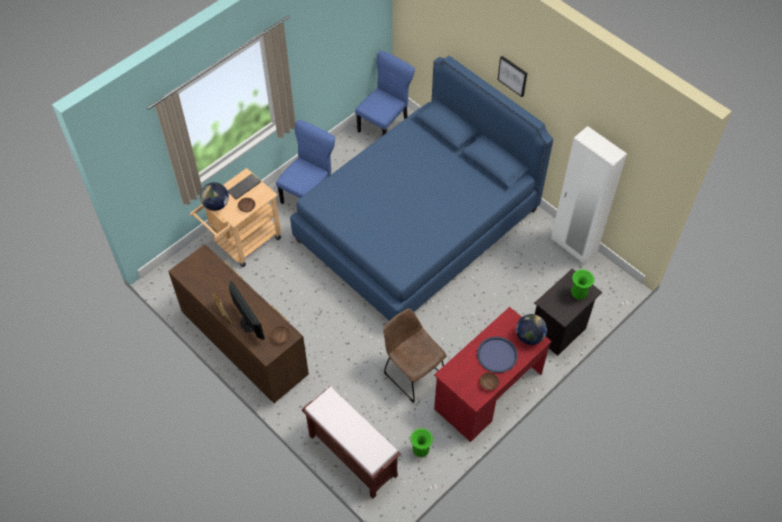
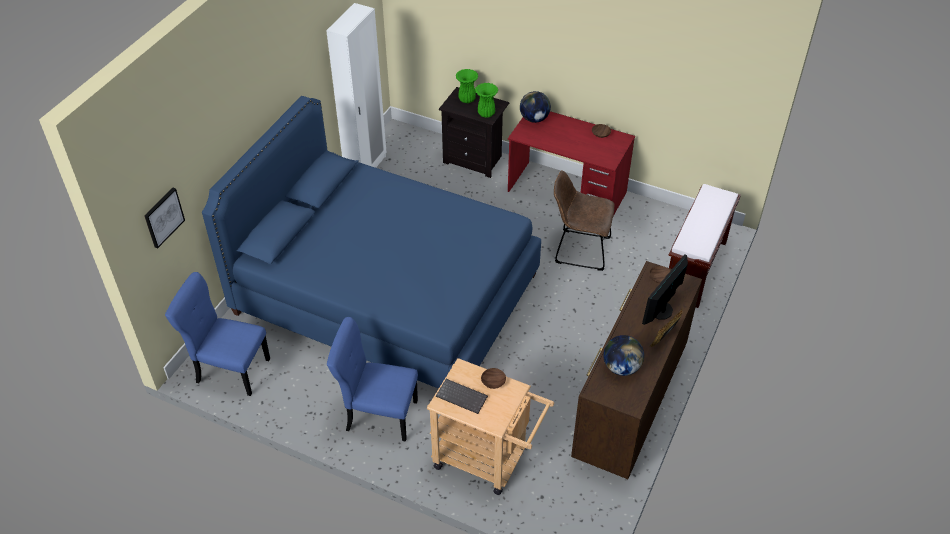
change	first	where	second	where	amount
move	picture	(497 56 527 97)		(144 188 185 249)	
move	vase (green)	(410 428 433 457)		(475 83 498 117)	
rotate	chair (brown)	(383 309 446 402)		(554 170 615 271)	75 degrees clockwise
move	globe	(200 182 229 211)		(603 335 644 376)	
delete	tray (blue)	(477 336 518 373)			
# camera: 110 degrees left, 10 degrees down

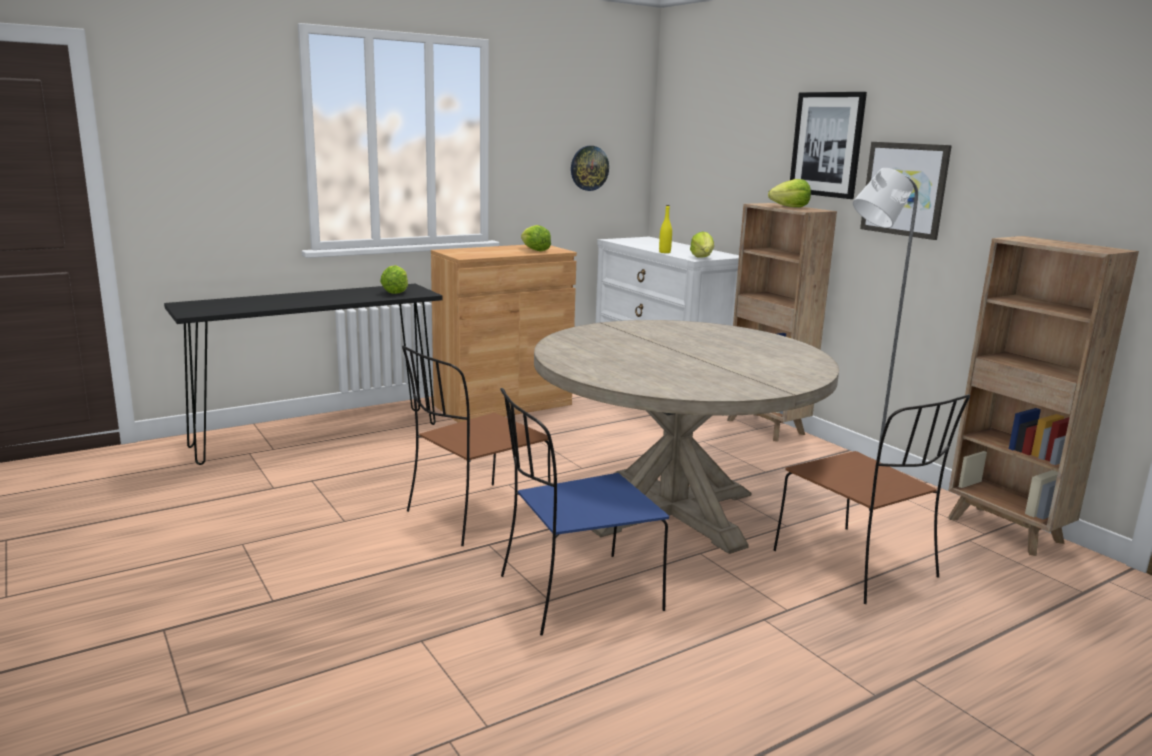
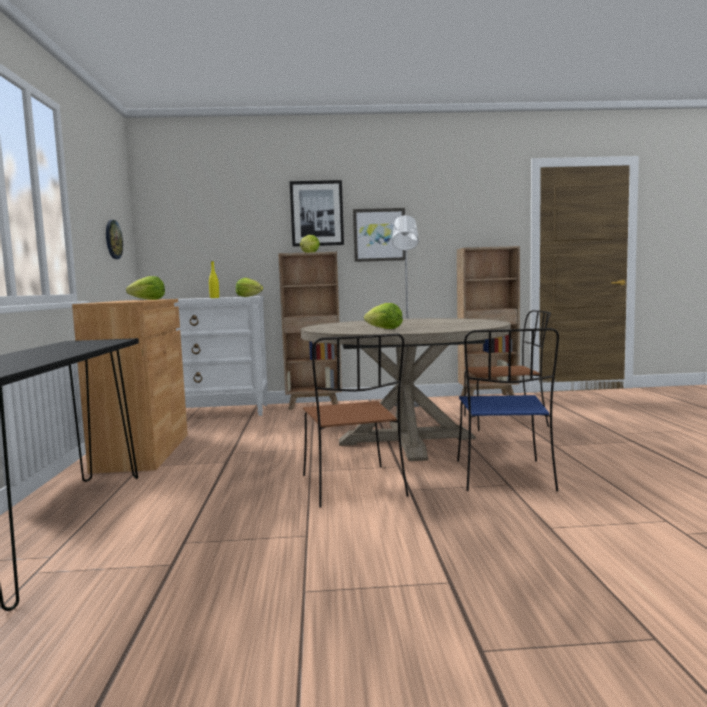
change	first	where	second	where	amount
move	lettuce	(380 265 408 294)		(364 303 403 329)	
# camera: 60 degrees left, 10 degrees down

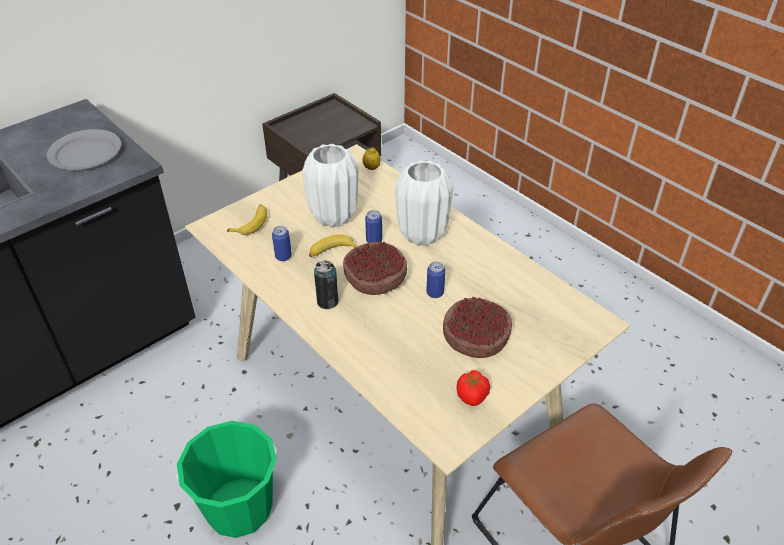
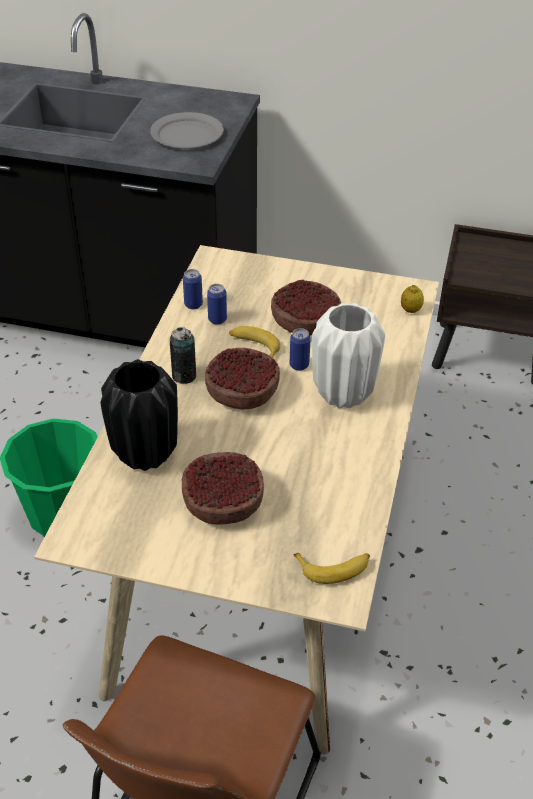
change	first	where	second	where	amount
insert			vase (black)	(100 359 178 471)	
move	can	(426 261 445 298)		(183 269 203 309)	
replace	vase (white)	(302 144 358 228)	bowl	(271 280 341 335)	
move	banana	(227 204 267 235)		(293 553 370 584)	
delete	tomato	(457 370 490 406)			
# camera: 55 degrees right, 0 degrees up

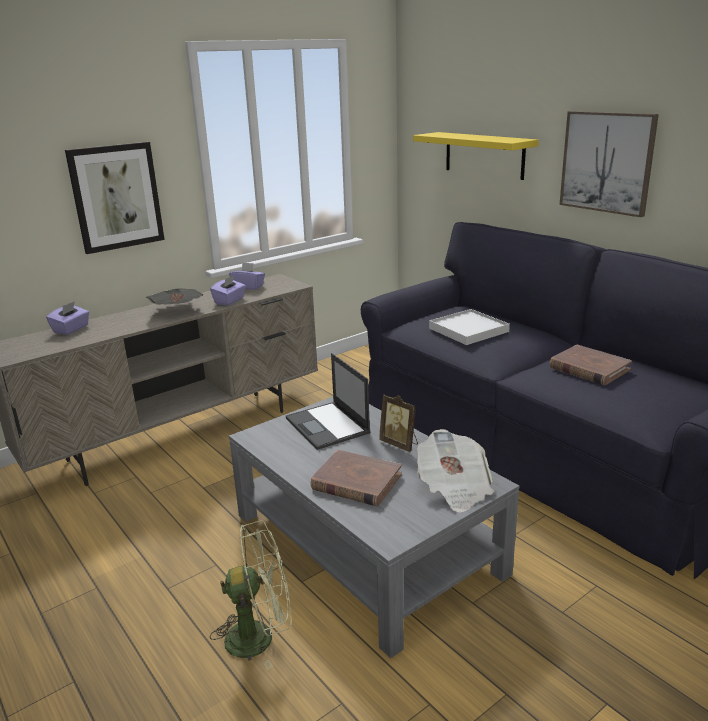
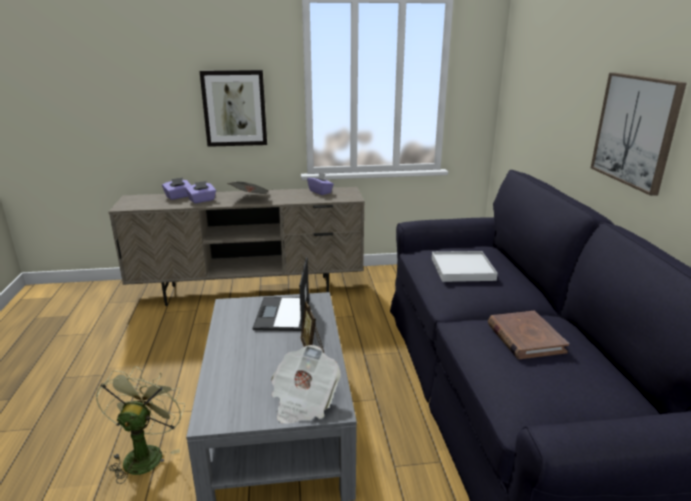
change	first	where	second	where	amount
rotate	fan (green)	(210 520 292 670)		(96 366 185 484)	105 degrees counterclockwise
move	tissue box (purple)	(210 275 246 305)		(186 181 216 203)	
delete	book (brown)	(310 450 402 506)			
delete	shelf (yellow)	(413 132 539 180)			
# camera: 30 degrees right, 0 degrees up

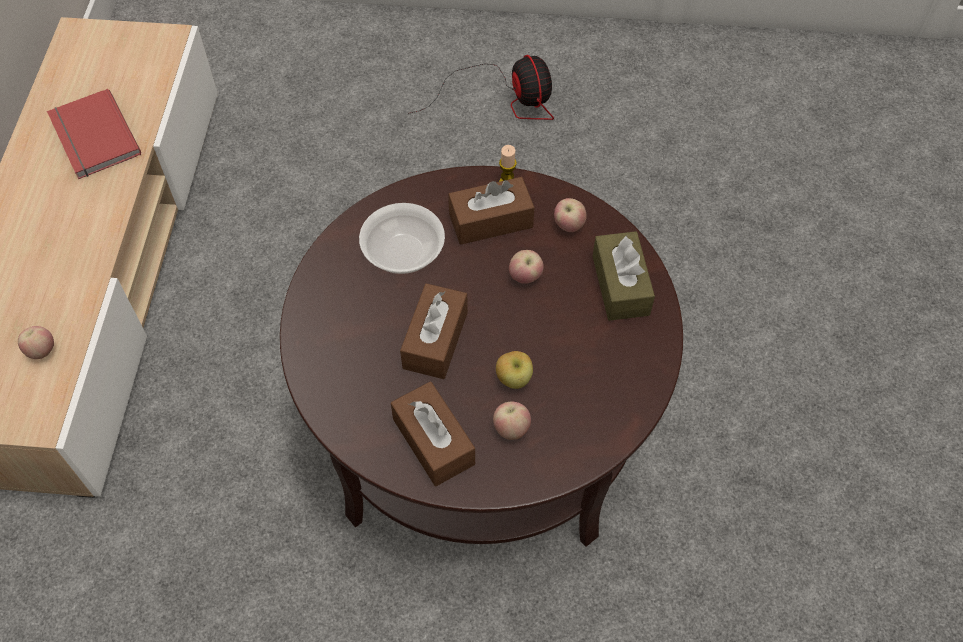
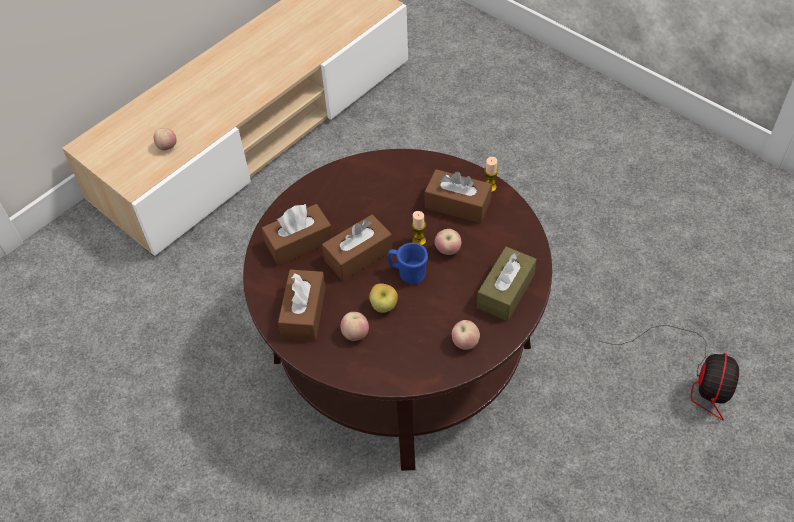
change	first	where	second	where	amount
insert			tissue box (brown)	(262 204 333 266)	
insert			mug (blue)	(387 243 428 284)	
insert			candle	(412 211 426 245)	
move	apple	(554 198 587 232)		(452 320 480 350)	
move	fan	(408 55 554 120)		(600 325 739 420)	
delete	book (red)	(47 89 141 179)			
delete	bowl	(359 203 445 274)			
# camera: 40 degrees right, 5 degrees down

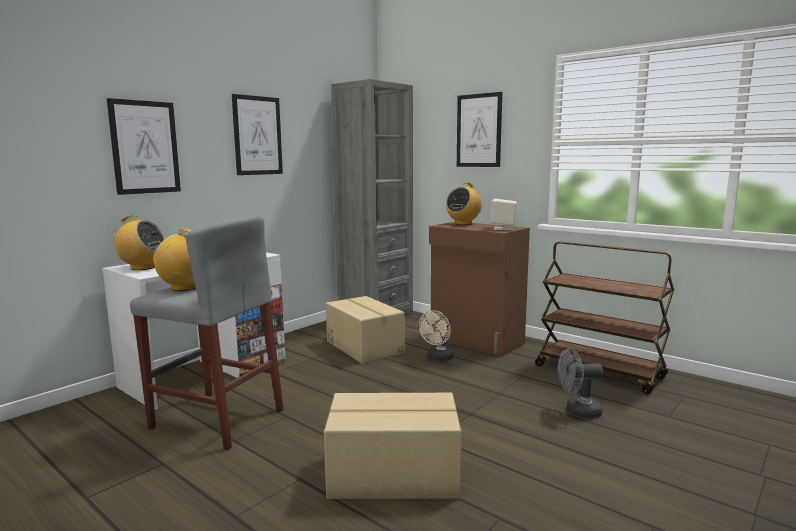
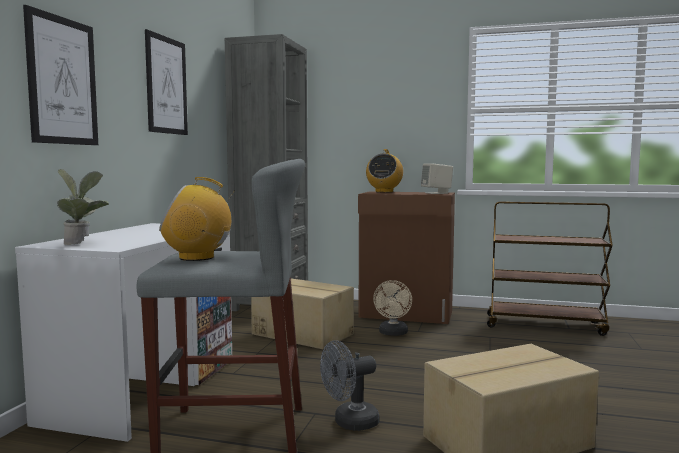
change	first	where	second	where	amount
replace	radio	(108 215 165 270)	potted plant	(57 169 109 245)	
move	fan (grey)	(558 348 603 418)		(320 340 379 431)	
delete	picture	(457 92 502 167)			
# camera: 25 degrees left, 5 degrees down

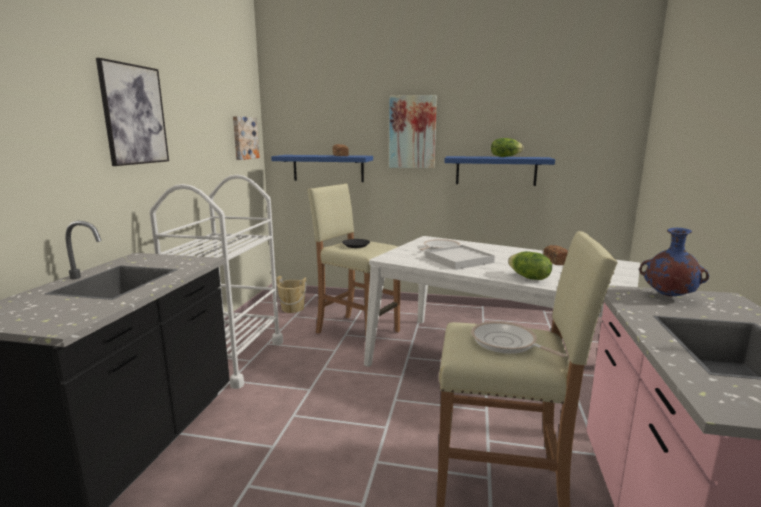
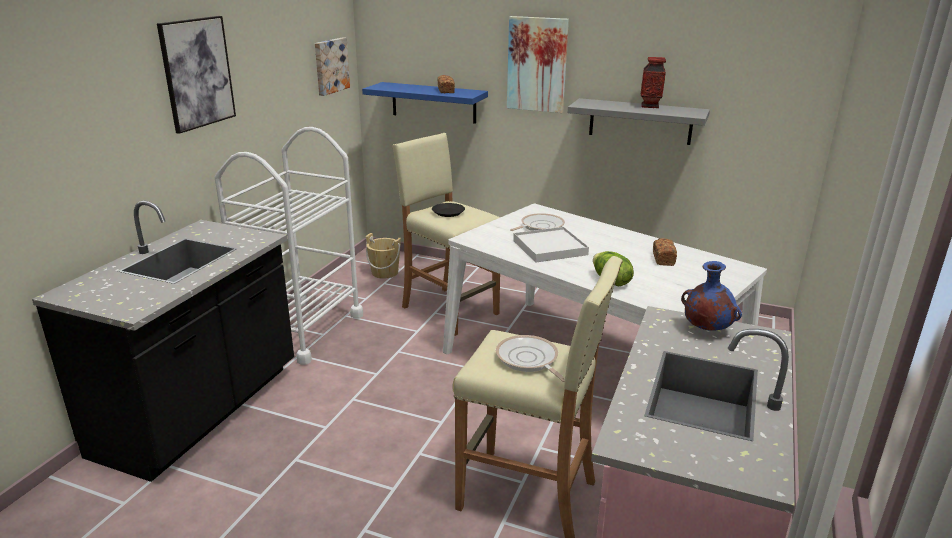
change	first	where	second	where	amount
recolor	shelf (blue)	(444 156 555 186)	shelf (grey)	(568 98 710 145)	
replace	lettuce	(491 138 523 157)	vase	(641 57 666 108)	
# camera: 10 degrees right, 10 degrees up

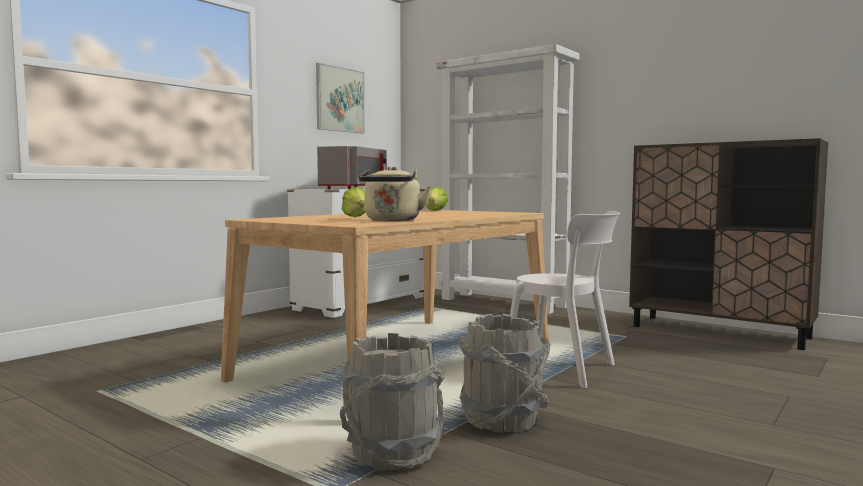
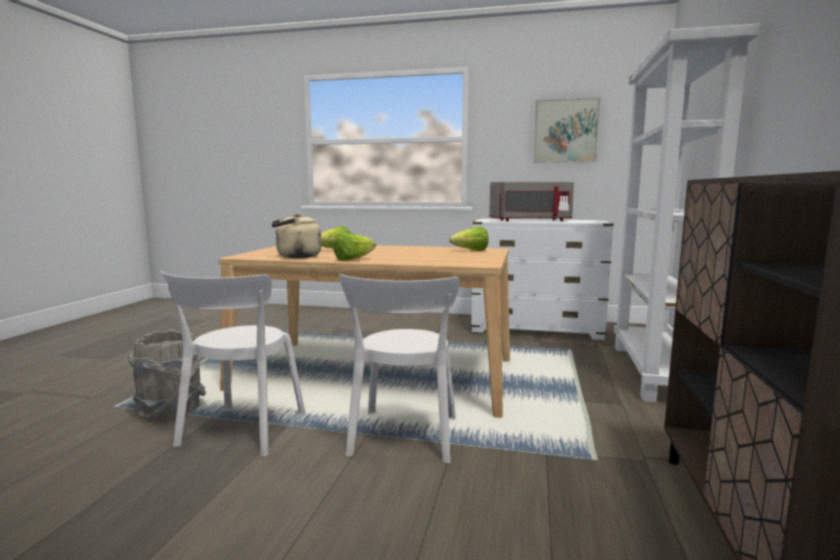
change	first	where	second	where	amount
replace	bucket (grey)	(459 314 551 433)	chair (white)	(161 271 305 456)	
insert			lettuce	(333 233 376 261)	
# camera: 65 degrees right, 5 degrees up

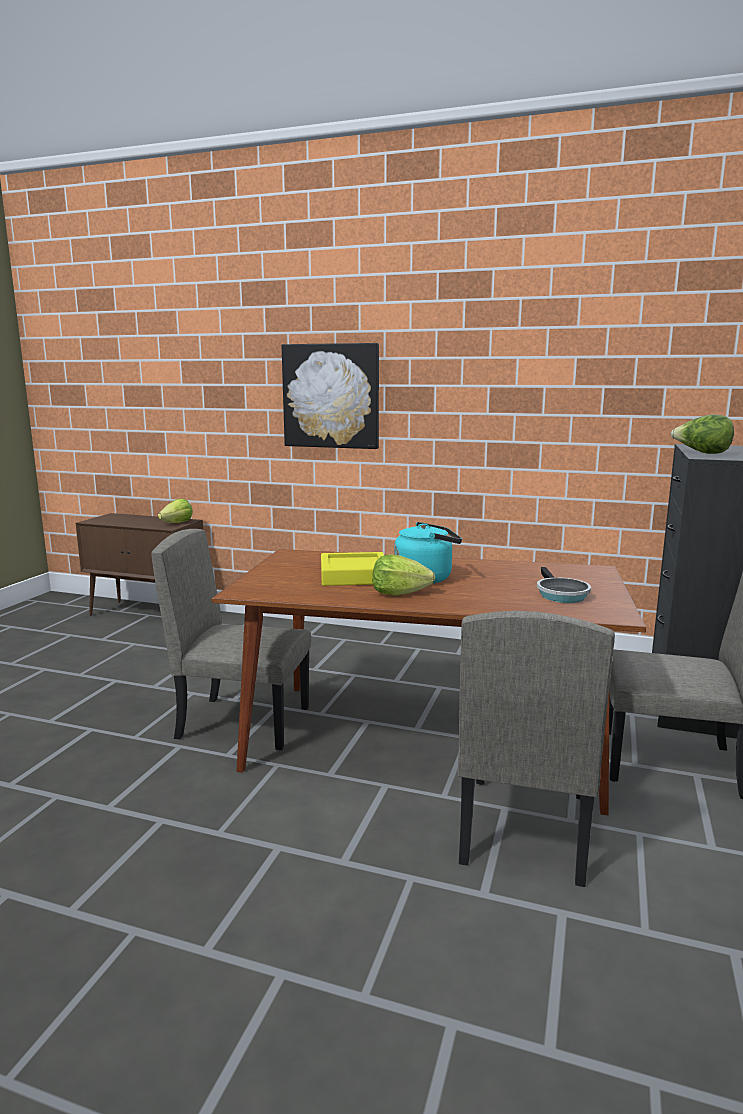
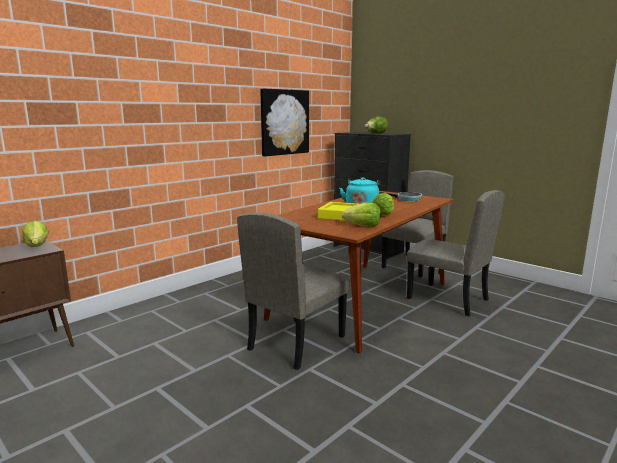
change	first	where	second	where	amount
move	picture	(281 343 379 449)		(260 88 309 156)	
insert			lettuce	(342 202 381 227)	
# camera: 65 degrees left, 0 degrees up

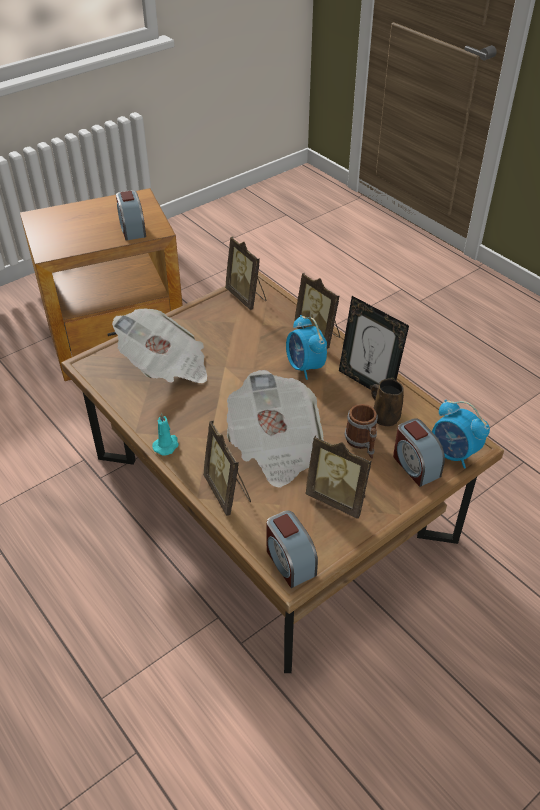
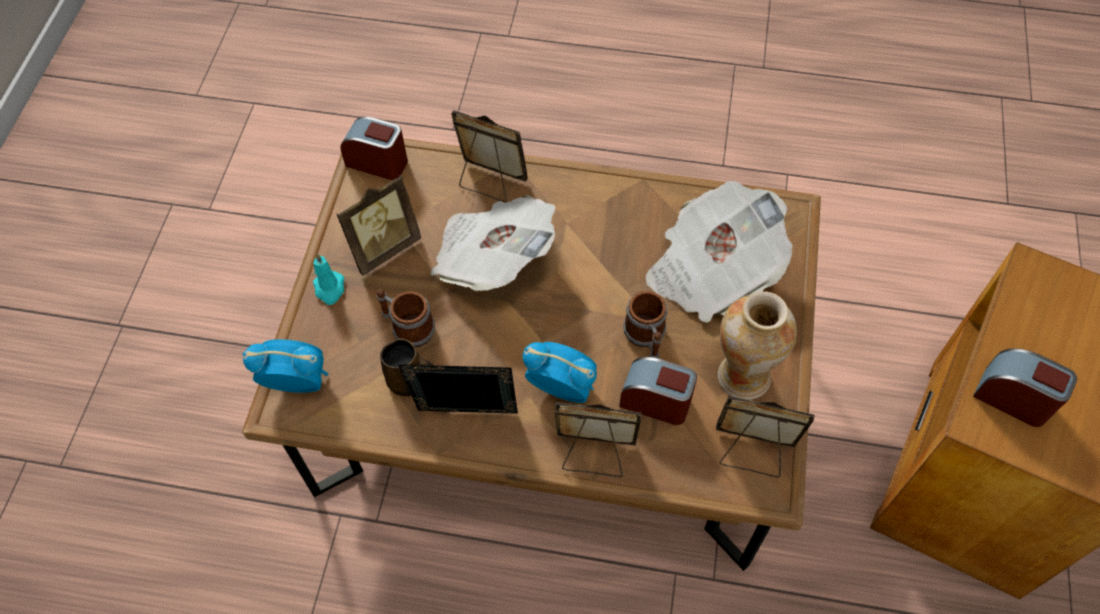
change	first	where	second	where	amount
move	candle (turquoise)	(152 412 179 456)		(313 254 344 305)	
rotate	picture frame	(305 435 372 519)		(336 174 421 276)	150 degrees clockwise
move	alarm clock	(393 418 445 487)		(619 357 697 425)	
insert			mug	(623 291 667 358)	
insert			vase	(718 291 797 400)	
# camera: 140 degrees right, 15 degrees up

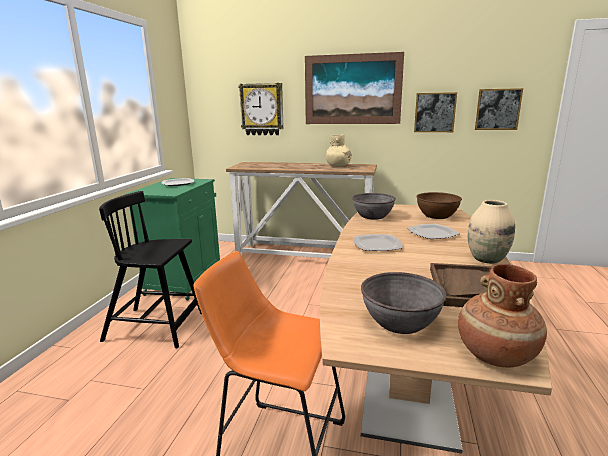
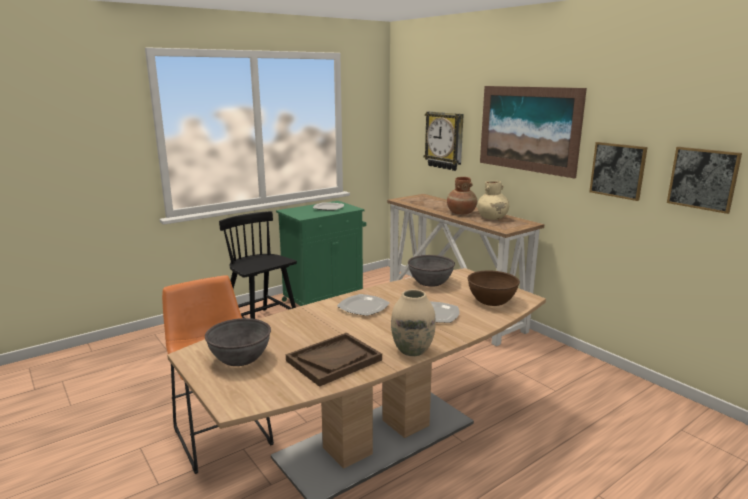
change	first	where	second	where	amount
move	vase (brown)	(458 264 547 368)		(447 177 477 214)	
# camera: 40 degrees right, 0 degrees up

